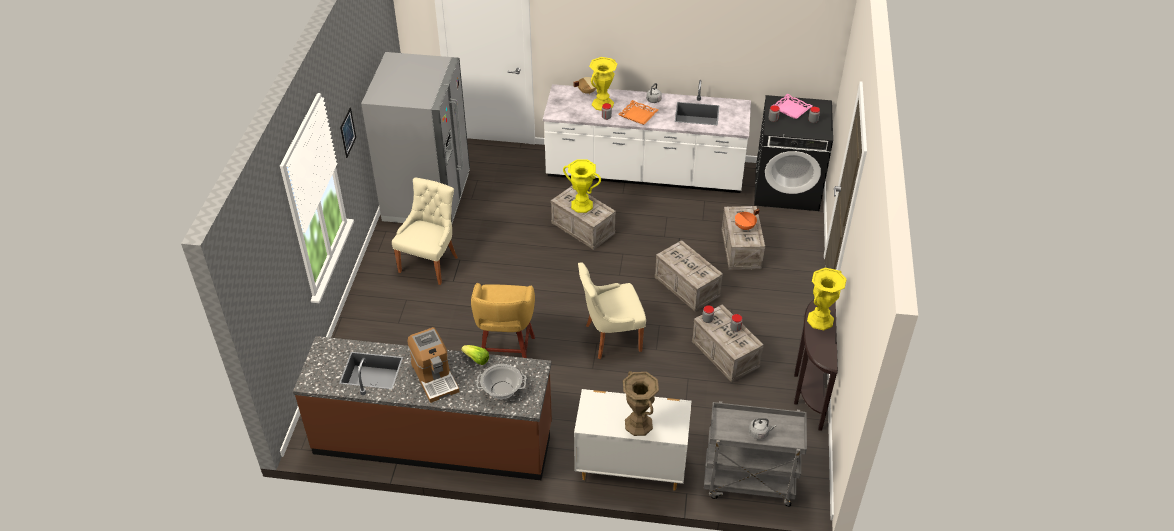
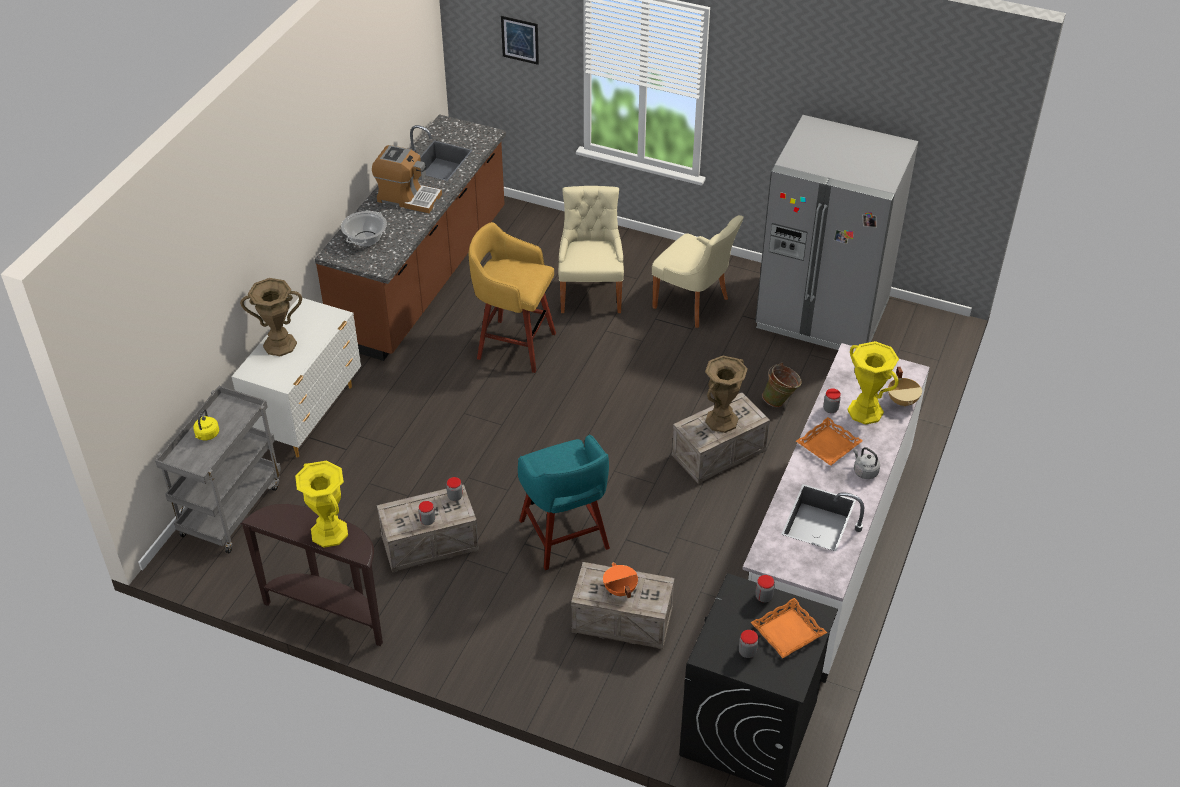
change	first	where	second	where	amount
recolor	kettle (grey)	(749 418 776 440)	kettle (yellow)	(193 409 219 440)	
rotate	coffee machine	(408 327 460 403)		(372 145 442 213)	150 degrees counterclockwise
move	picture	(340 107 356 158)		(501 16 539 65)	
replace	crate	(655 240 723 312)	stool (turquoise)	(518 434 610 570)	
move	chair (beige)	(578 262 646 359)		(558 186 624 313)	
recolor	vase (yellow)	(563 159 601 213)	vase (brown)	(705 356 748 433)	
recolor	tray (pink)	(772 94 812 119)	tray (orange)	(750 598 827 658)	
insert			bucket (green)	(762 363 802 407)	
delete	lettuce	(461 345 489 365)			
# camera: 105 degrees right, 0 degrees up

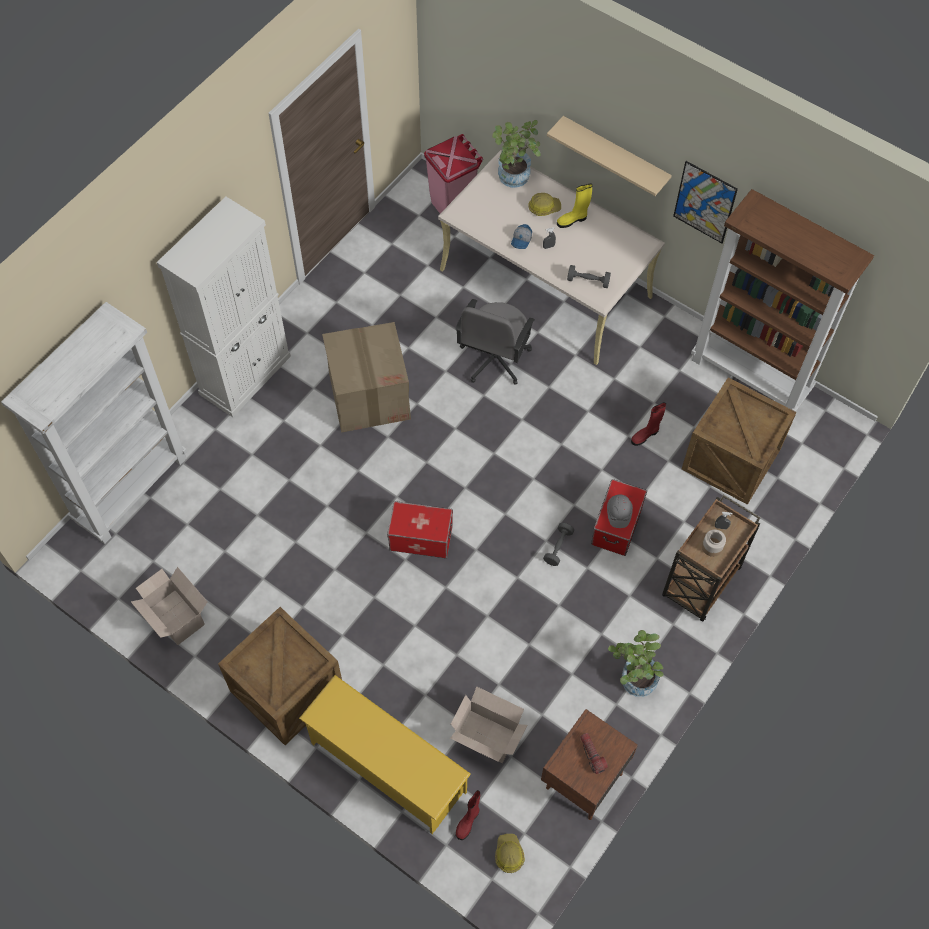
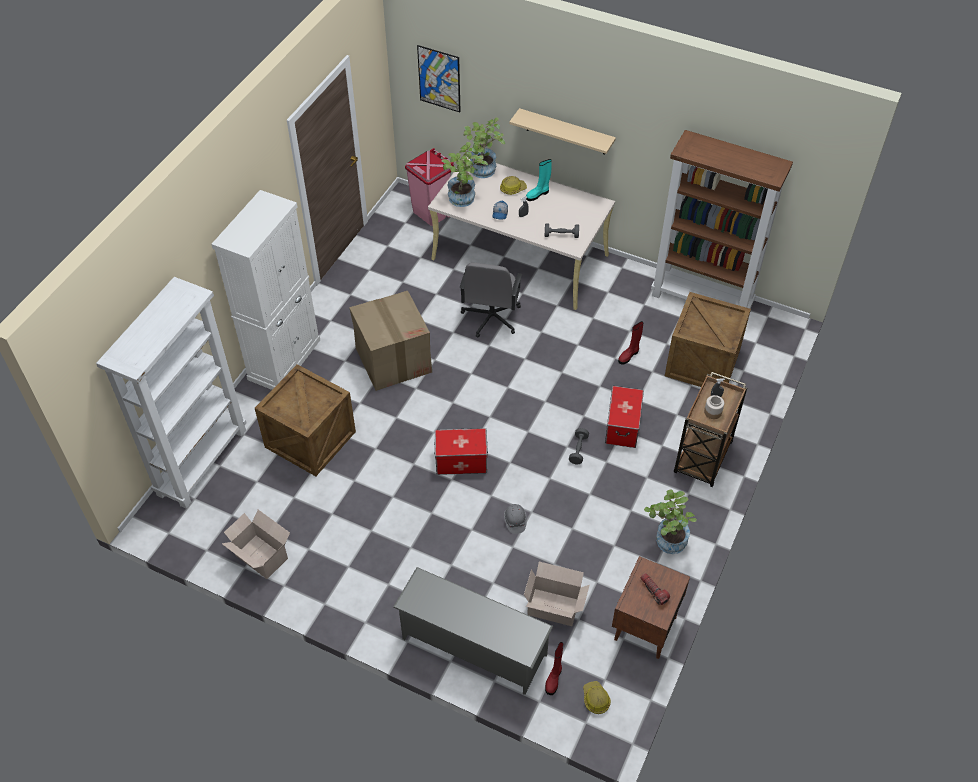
change	first	where	second	where	amount
move	crate	(218 607 342 745)		(255 364 356 476)	
recolor	shoe rack (yellow)	(299 675 471 834)	shoe rack (grey)	(393 567 553 695)	
move	picture	(673 161 738 243)		(417 45 461 112)	
insert			potted plant	(442 142 488 207)	
move	hard hat (grey)	(607 494 633 528)		(504 504 527 534)	
recolor	boot (yellow)	(557 184 593 228)	boot (turquoise)	(526 159 552 201)	
# camera: 10 degrees left, 10 degrees down

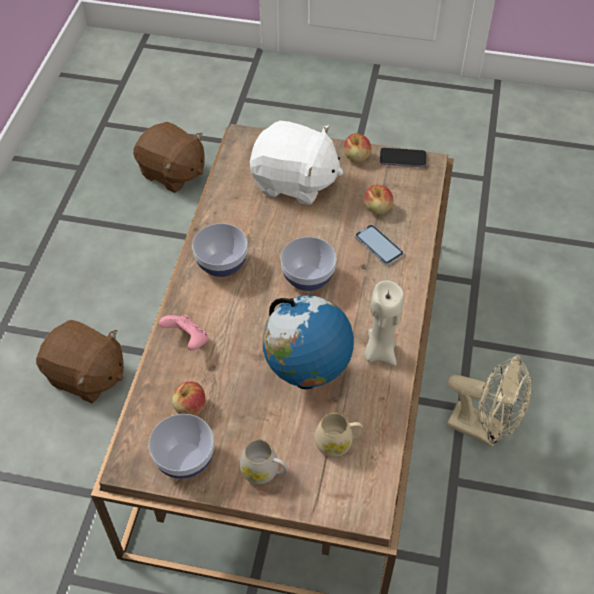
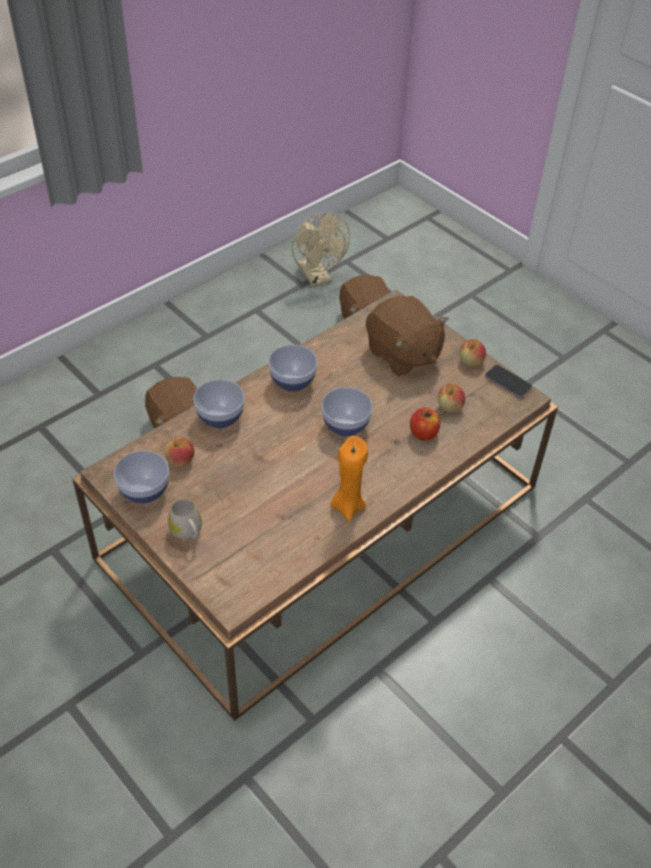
change	first	where	second	where	amount
replace	game controller (pink)	(159 314 208 350)	bowl	(193 379 244 428)	
move	fan (beige)	(447 355 531 447)		(292 212 350 286)	
recolor	candle (beige)	(364 280 404 366)	candle (orange)	(330 436 368 521)	
recolor	plush toy (white)	(250 121 343 205)	plush toy (brown)	(366 296 448 376)	
replace	phone	(355 225 404 265)	apple	(410 407 440 441)	
delete	globe	(262 296 354 389)			
delete	mug (beige)	(315 413 363 457)			
# camera: 35 degrees right, 5 degrees down

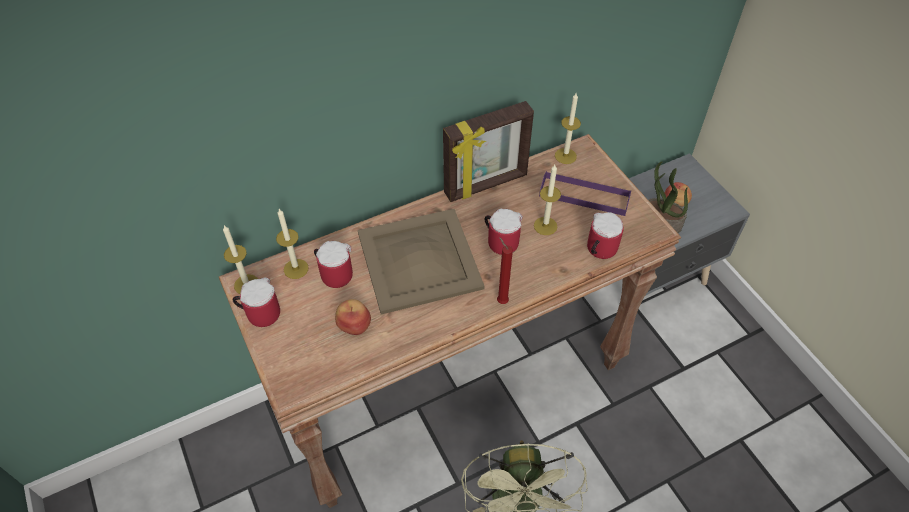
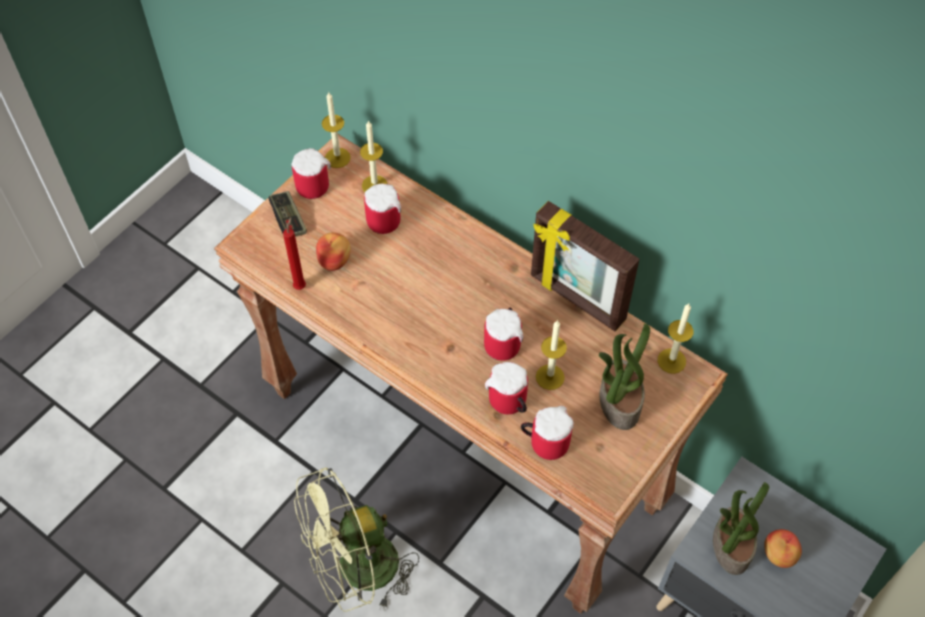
change	first	where	second	where	amount
insert			game controller	(268 191 307 237)	
move	candle (red)	(497 237 513 304)		(283 217 306 290)	
insert			mug	(485 362 528 415)	
replace	tray (purple)	(539 171 631 216)	potted plant	(599 323 650 430)	
delete	tray (beige)	(358 209 485 315)			
# camera: 65 degrees right, 5 degrees up

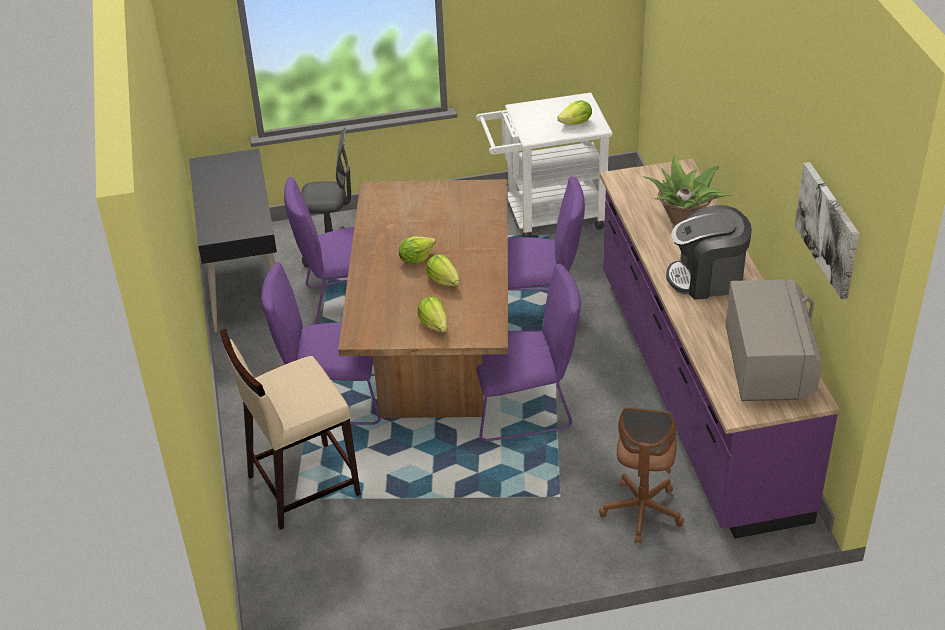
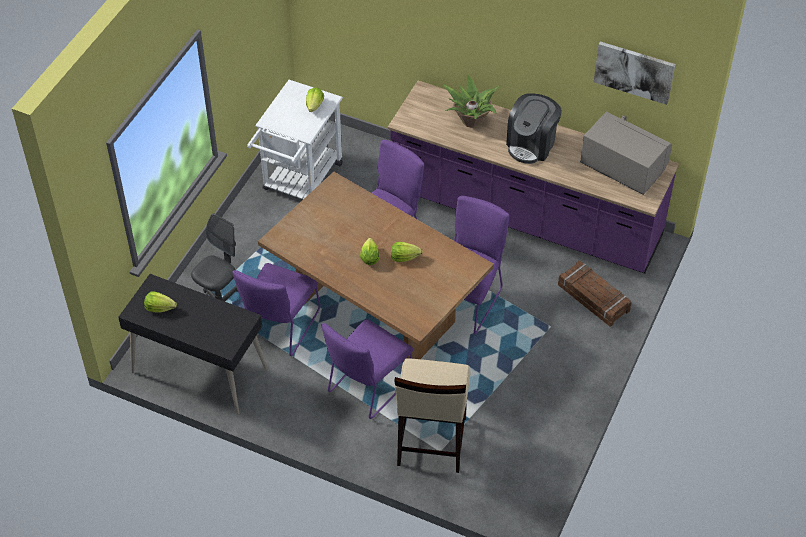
change	first	where	second	where	amount
move	lettuce	(417 297 447 332)		(144 291 177 313)	
replace	office chair (brown)	(599 407 684 544)	crate	(558 261 632 327)	
# camera: 55 degrees left, 10 degrees up

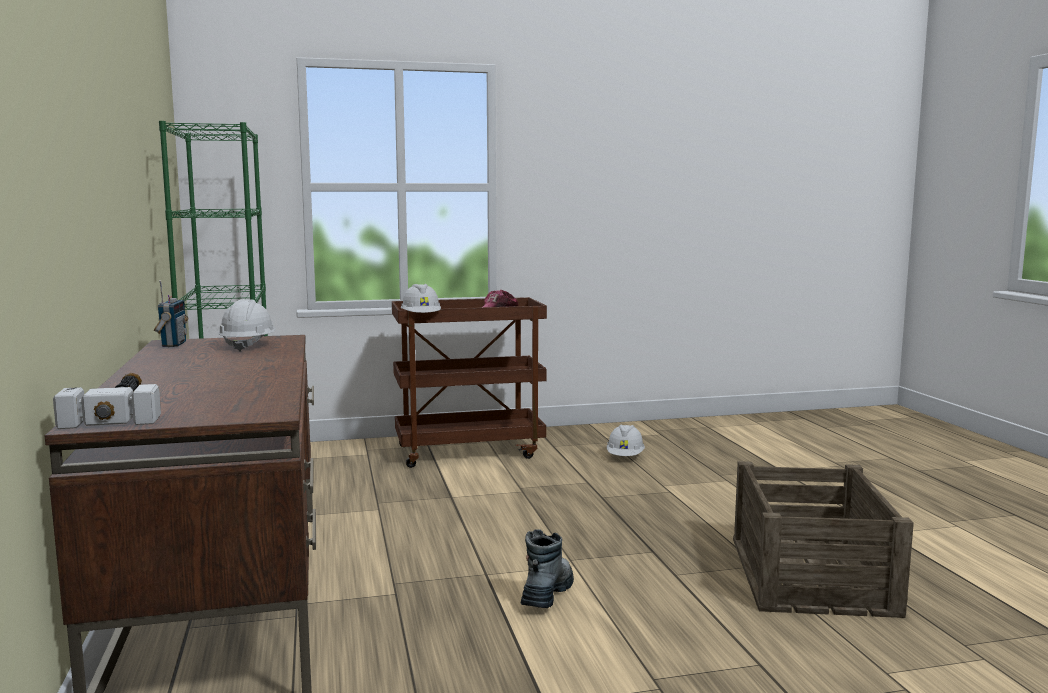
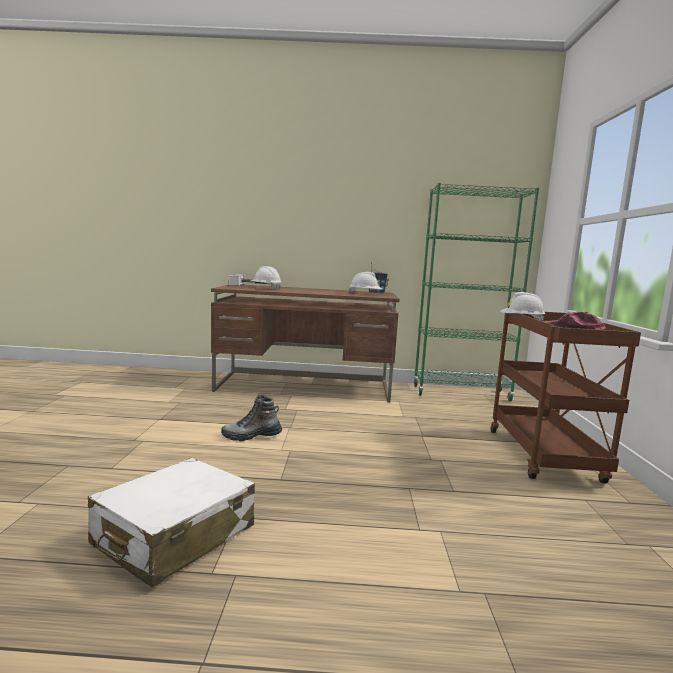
change	first	where	second	where	amount
replace	crate	(733 461 914 618)	suitcase (white)	(88 458 255 588)	
rotate	boot	(520 529 574 608)		(221 395 282 441)	135 degrees clockwise
move	hard hat (white)	(607 424 645 456)		(251 266 282 290)	
# camera: 105 degrees right, 0 degrees up

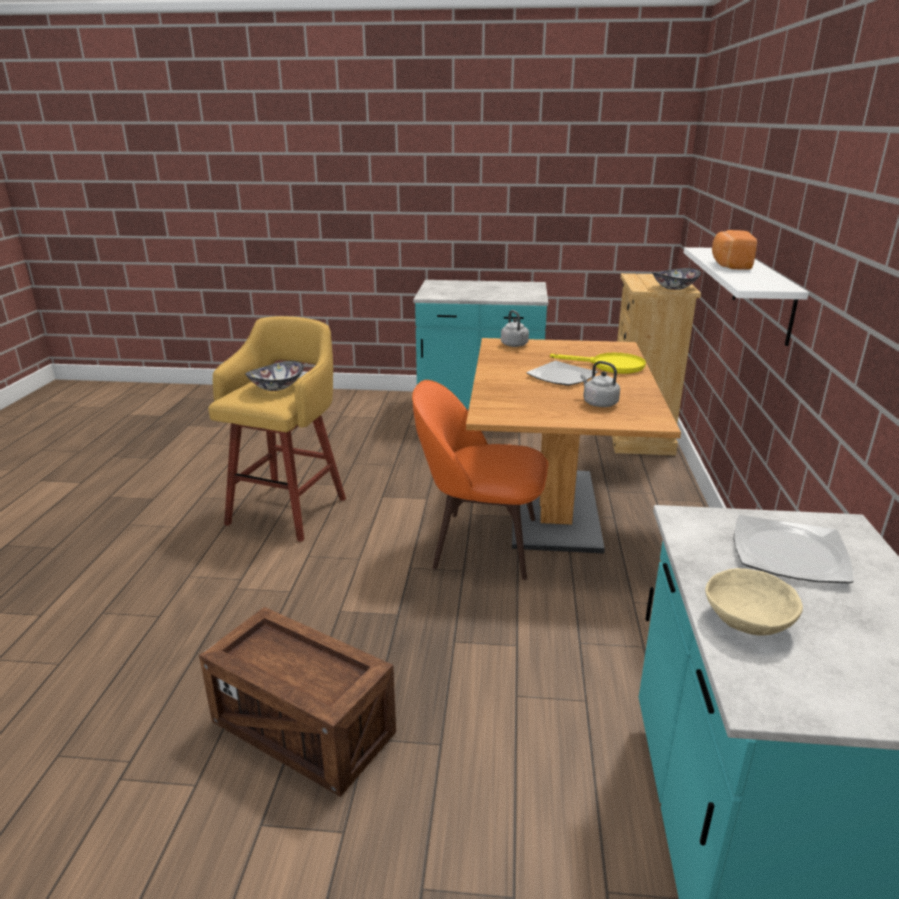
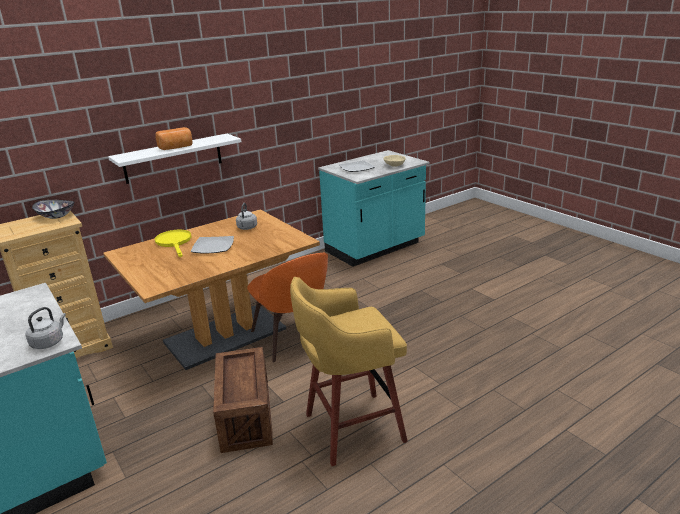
change	first	where	second	where	amount
move	kettle (grey)	(501 310 529 347)		(25 307 66 349)	
move	crate	(199 607 396 797)		(213 347 273 453)	
delete	bowl	(245 361 304 391)			
# camera: 130 degrees left, 0 degrees up

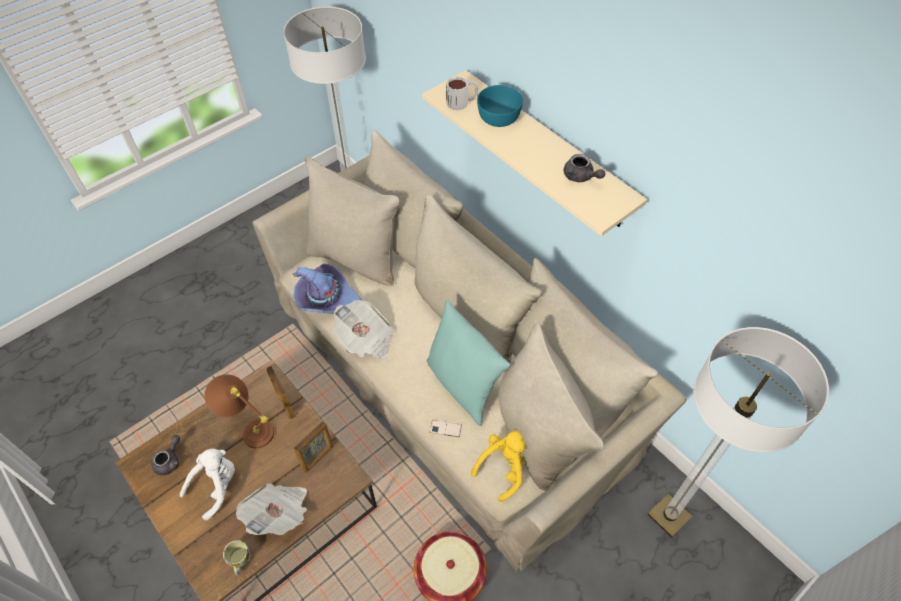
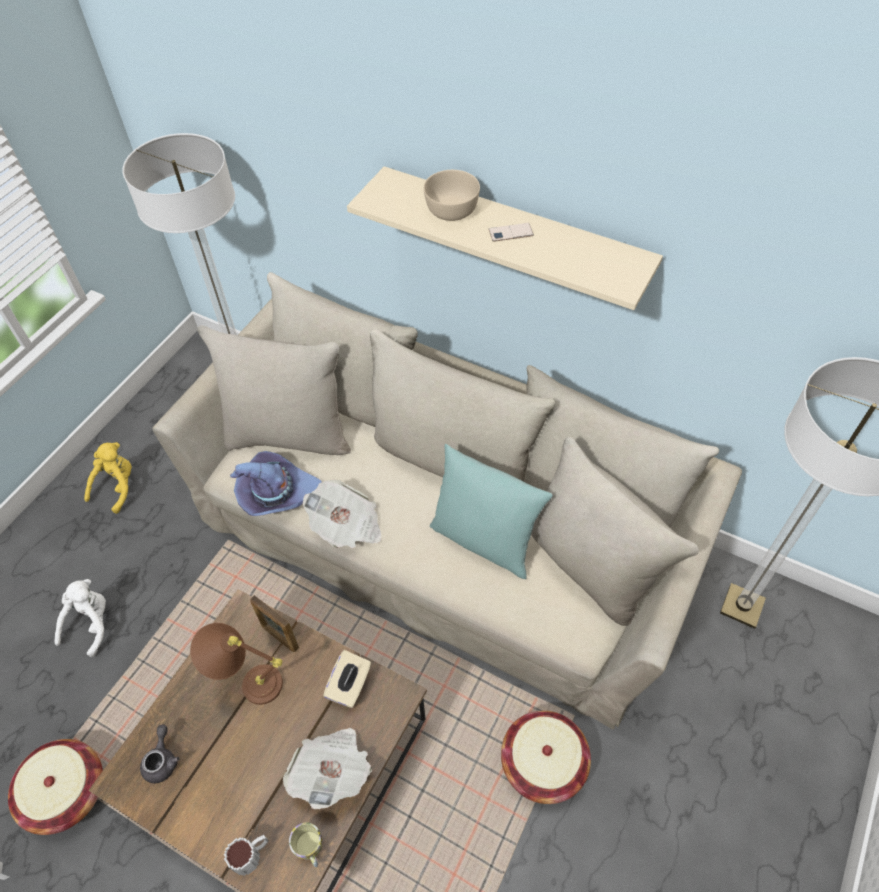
change	first	where	second	where	amount
insert			basket	(8 739 103 835)	
move	plush toy (white)	(180 449 235 520)		(55 579 106 657)	
move	plush toy (yellow)	(471 430 526 502)		(84 442 132 514)	
move	mug	(446 76 478 111)		(224 835 269 876)	
replace	picture frame	(293 421 333 473)	tissue box (beige)	(323 650 371 708)	
recolor	bowl (turquoise)	(477 85 523 127)	bowl (beige)	(424 170 480 221)	
move	phone	(430 420 462 438)		(489 223 534 242)	
delete	teapot (grey)	(564 154 605 182)			
# camera: 20 degrees left, 0 degrees up

